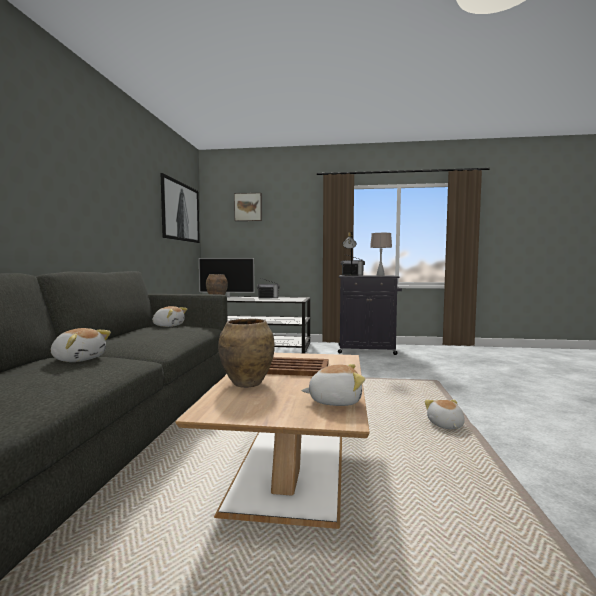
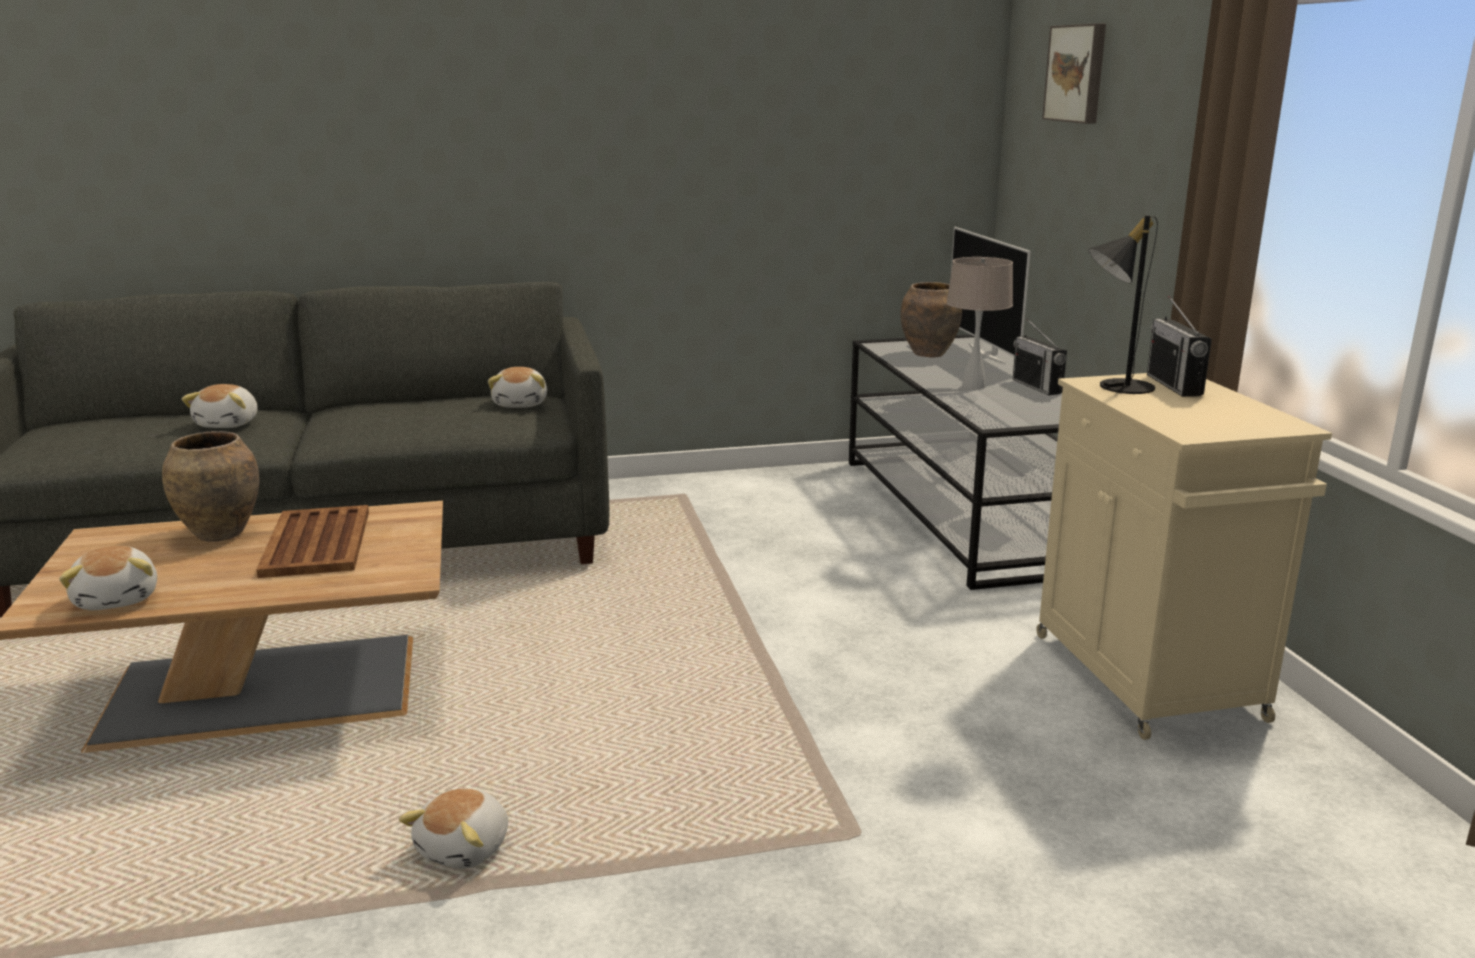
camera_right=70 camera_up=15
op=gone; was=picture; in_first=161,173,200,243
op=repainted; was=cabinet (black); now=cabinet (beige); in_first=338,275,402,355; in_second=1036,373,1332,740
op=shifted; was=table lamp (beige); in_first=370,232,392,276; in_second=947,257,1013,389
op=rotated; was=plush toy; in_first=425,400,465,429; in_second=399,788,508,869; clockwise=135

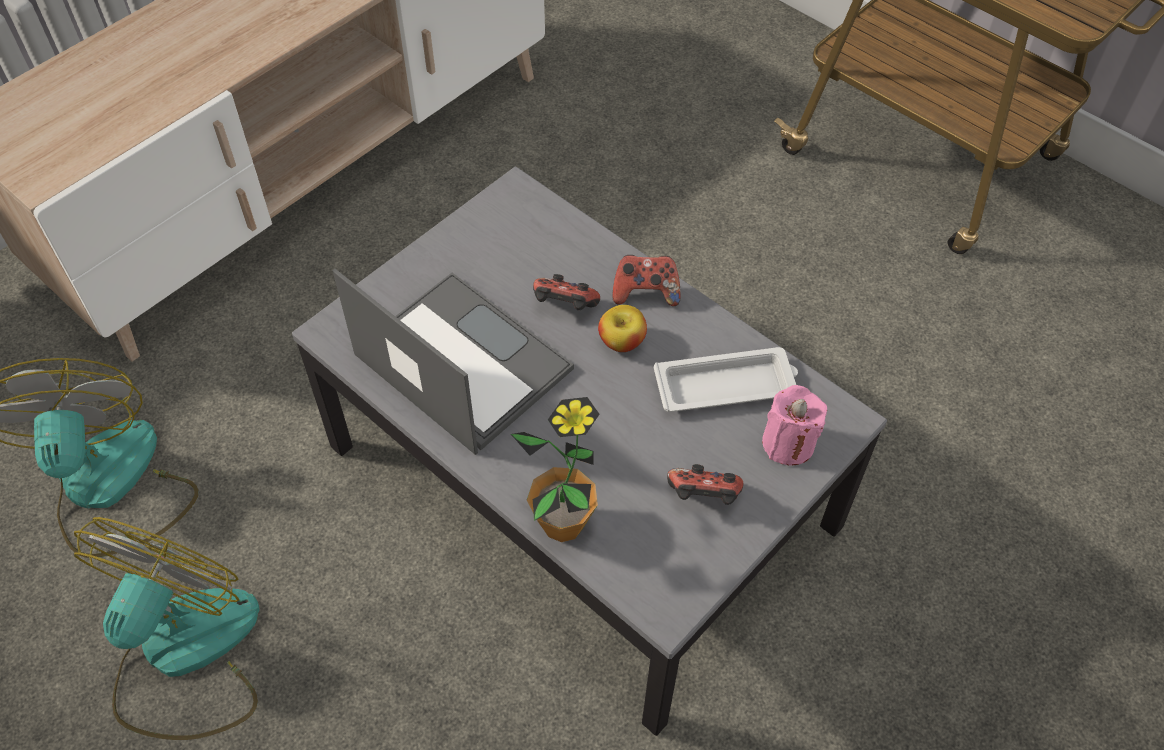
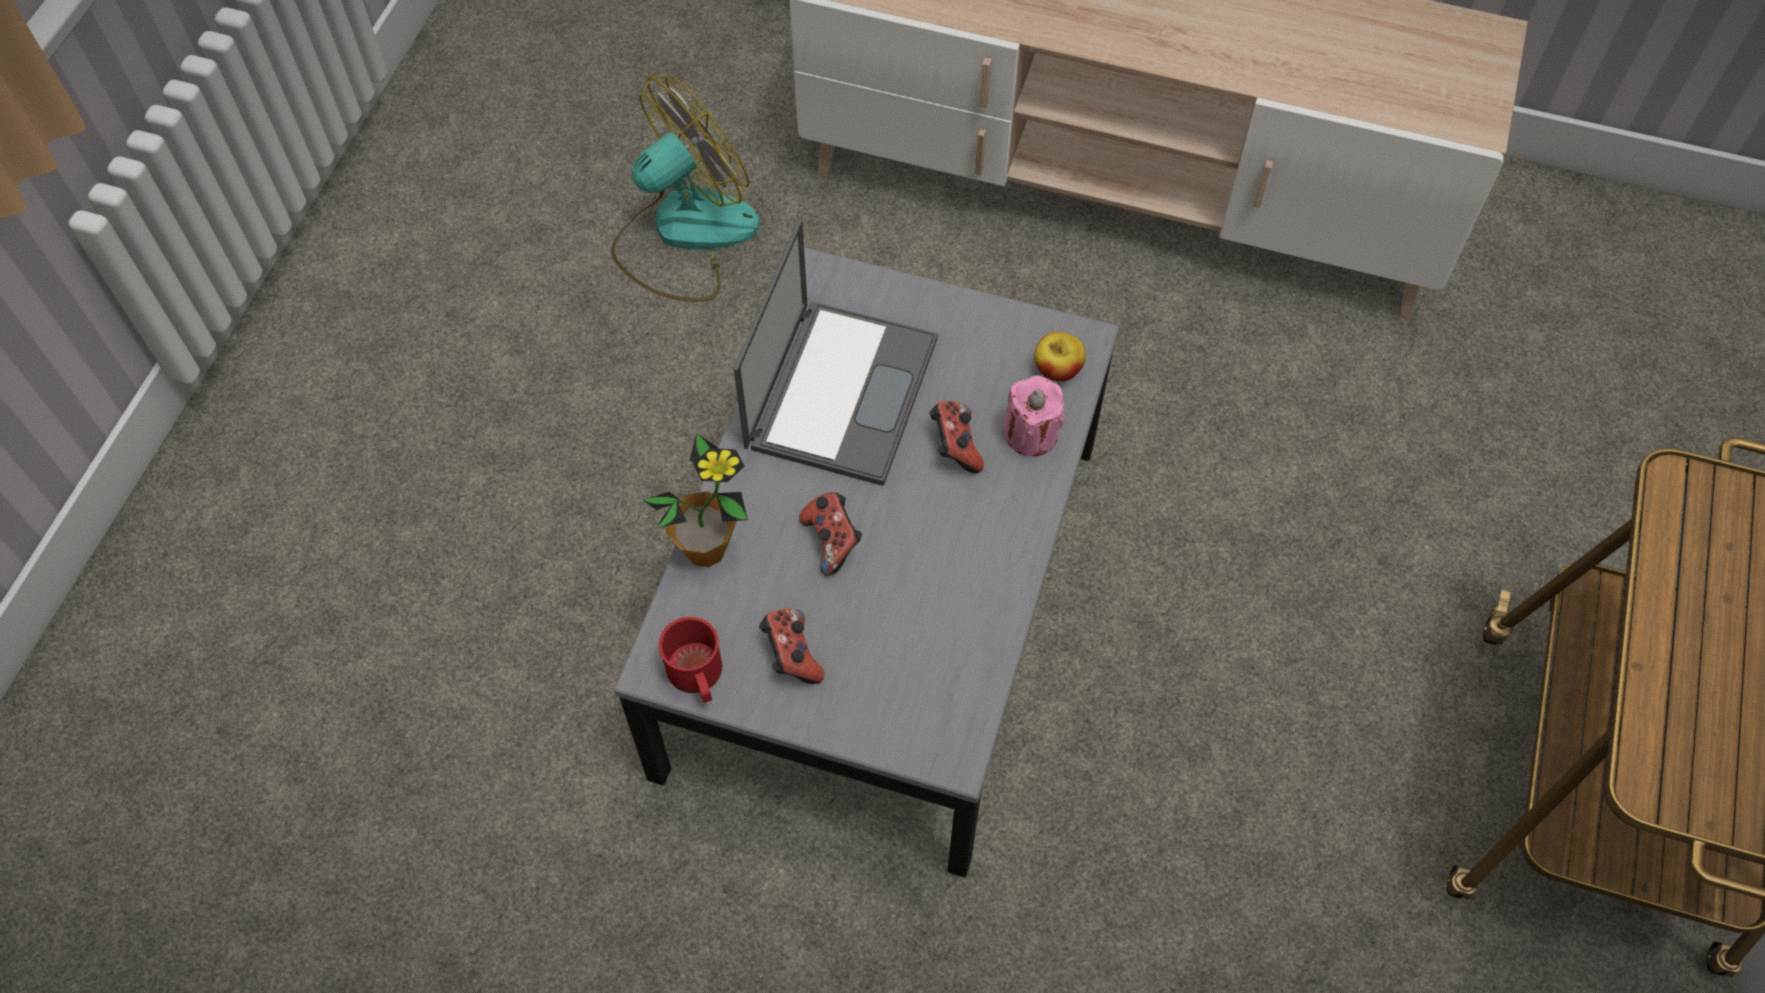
camera_right=65 camera_up=5
op=gone; was=fan; in_first=74,517,260,740
op=shifted; was=apple; in_first=598,305,647,352; in_second=1034,332,1086,381
op=shifted; was=game controller; in_first=613,255,680,306; in_second=799,492,862,576
op=gone; was=tray (white); in_first=654,347,798,412
op=shifted; was=candle (pink); in_first=762,385,827,465; in_second=1004,375,1065,456
op=new; now=mug (red); in_second=659,617,722,703

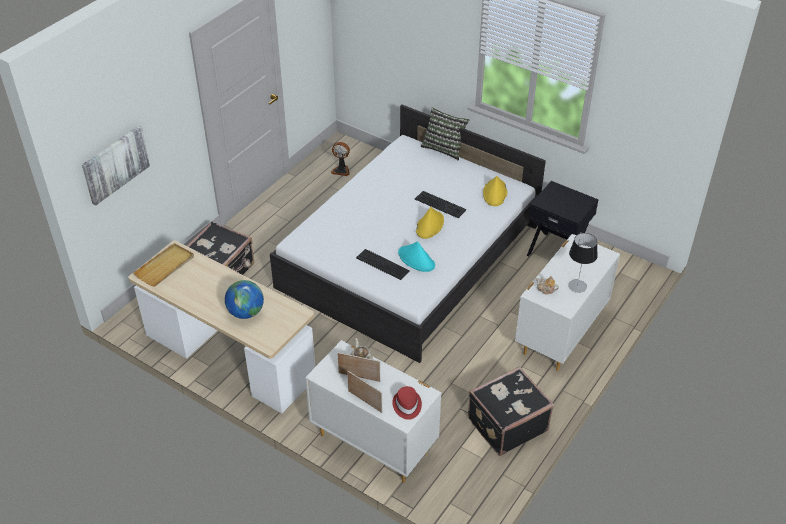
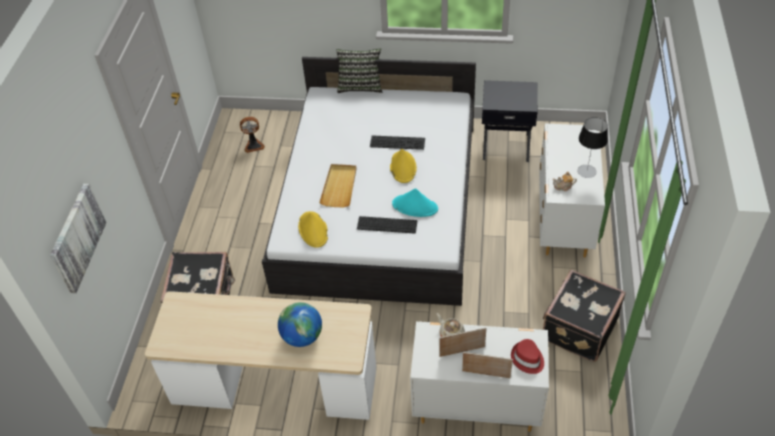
camera_right=-25 camera_up=5
op=shifted; was=tray (beige); in_first=133,243,194,287; in_second=319,164,357,207
op=shifted; was=hat (yellow); in_first=483,176,507,206; in_second=298,211,328,248

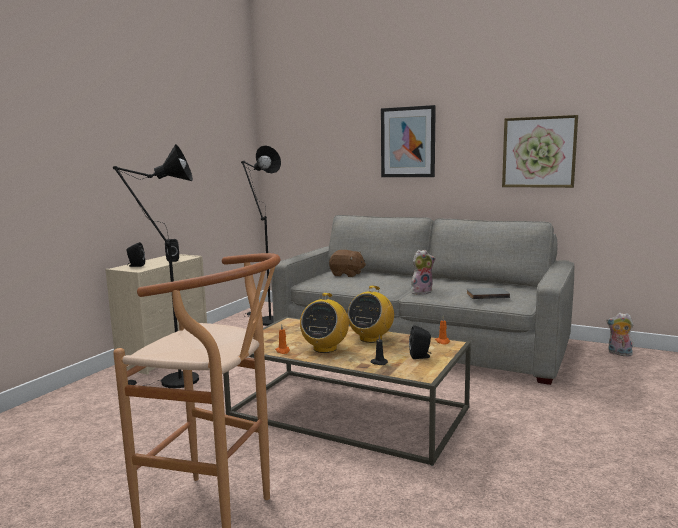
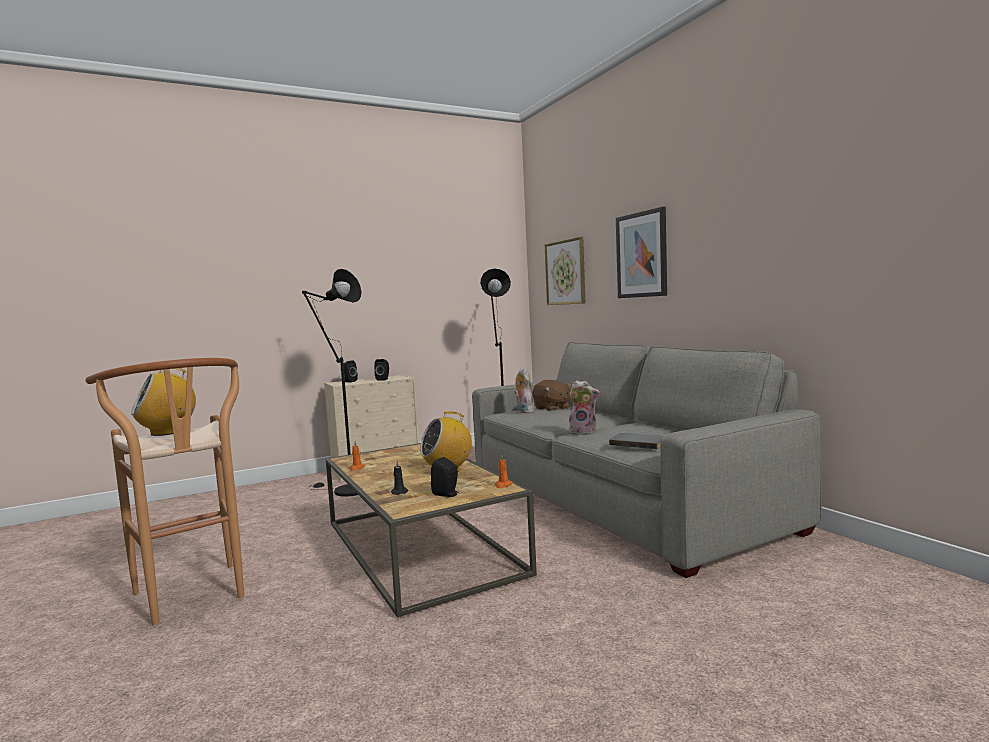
camera_right=35 camera_up=-5
op=shifted; was=radio; in_first=300,293,349,353; in_second=131,368,196,436
op=shifted; was=picture; in_first=502,115,578,188; in_second=545,237,585,305
op=shifted; was=plush toy; in_first=606,313,634,356; in_second=514,368,535,413

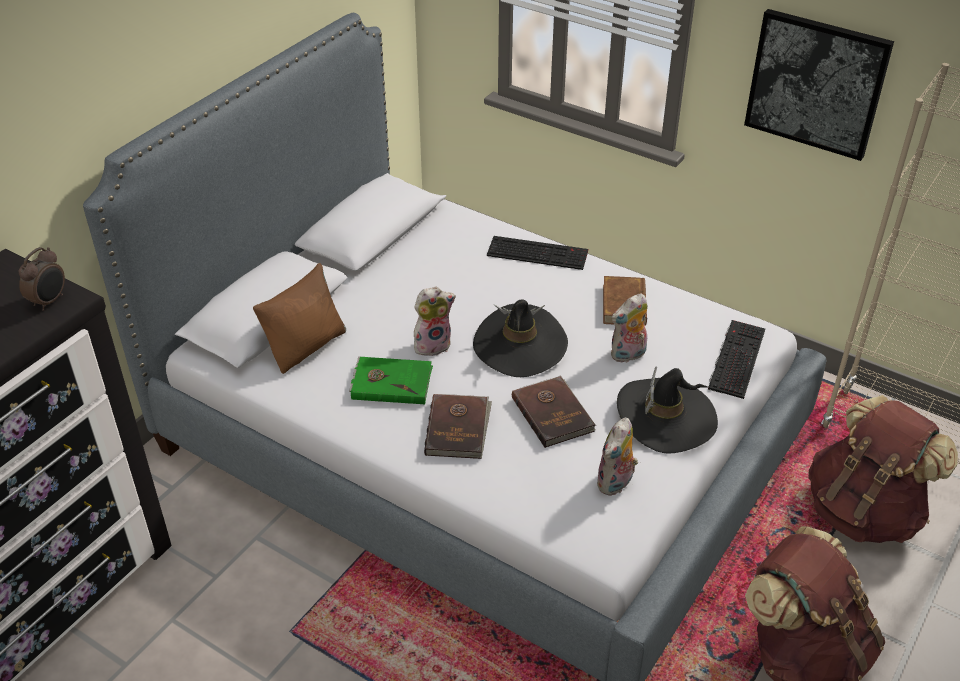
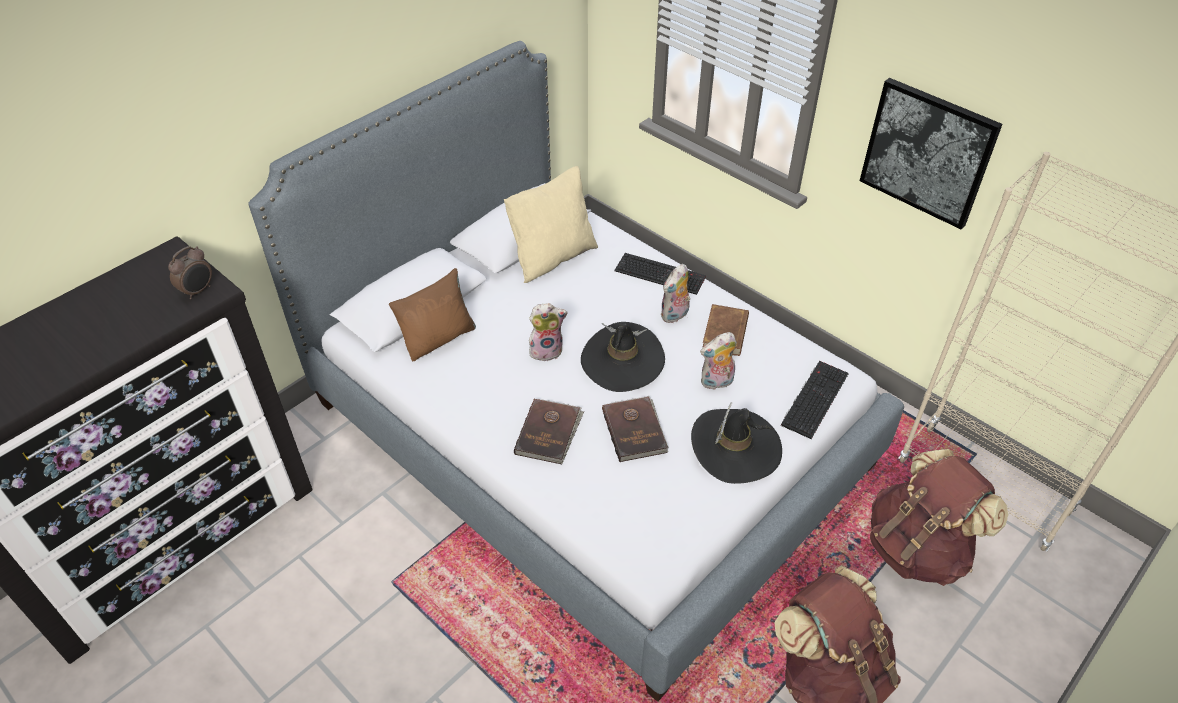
camera_right=10 camera_up=5
op=gone; was=book (green); in_first=349,356,433,404
op=shifted; was=plush toy; in_first=597,418,638,496; in_second=660,264,690,323
op=new; now=pillow (beige); in_second=504,166,598,283

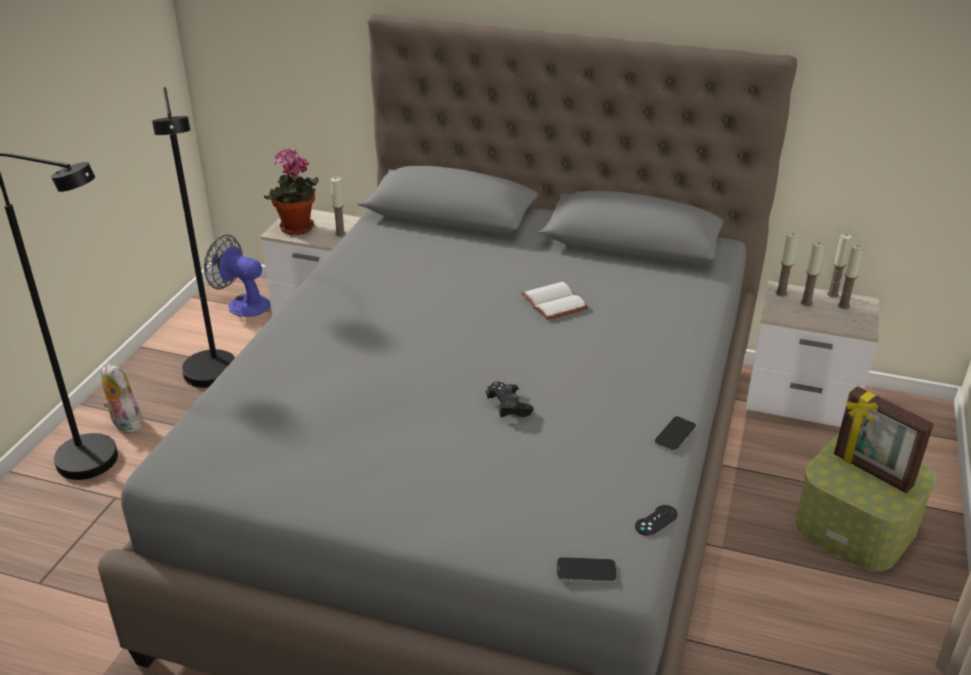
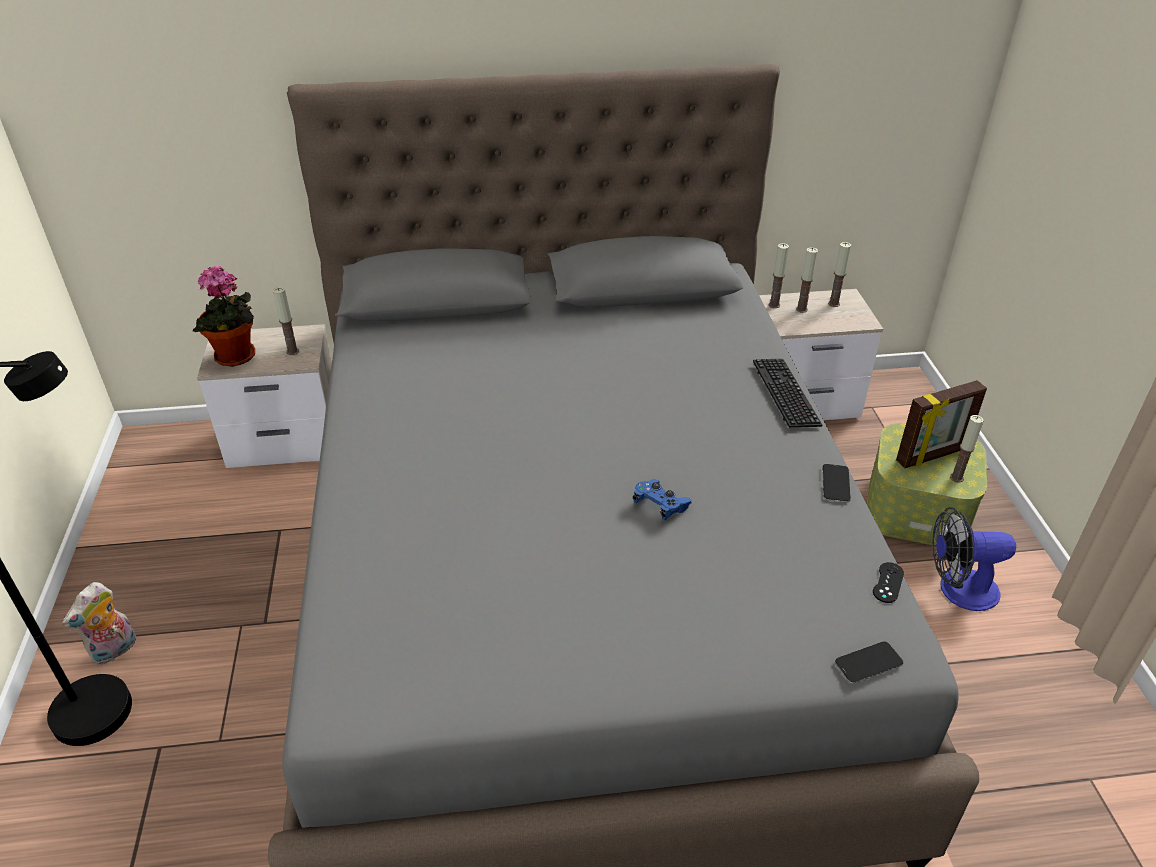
camera_right=-25 camera_up=5
op=rotated; was=plush toy; in_first=101,363,143,433; in_second=62,582,136,665; clockwise=-75
op=gone; was=floor lamp (black); in_first=152,87,235,388
op=shifted; was=fan; in_first=204,235,270,317; in_second=932,507,1016,611
op=repainted; was=game controller (black); now=game controller (blue); in_first=485,382,534,417; in_second=633,479,692,521
op=gone; was=book (white); in_first=521,282,588,320
op=shifted; was=candle; in_first=827,234,852,298; in_second=950,415,984,482
op=rotated; was=picture frame; in_first=834,386,934,493; in_second=896,380,987,468; clockwise=-45
op=new; now=keyboard; in_second=753,359,822,428

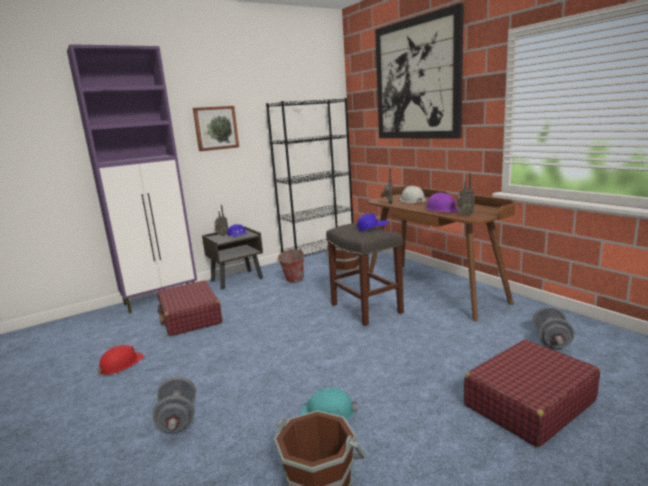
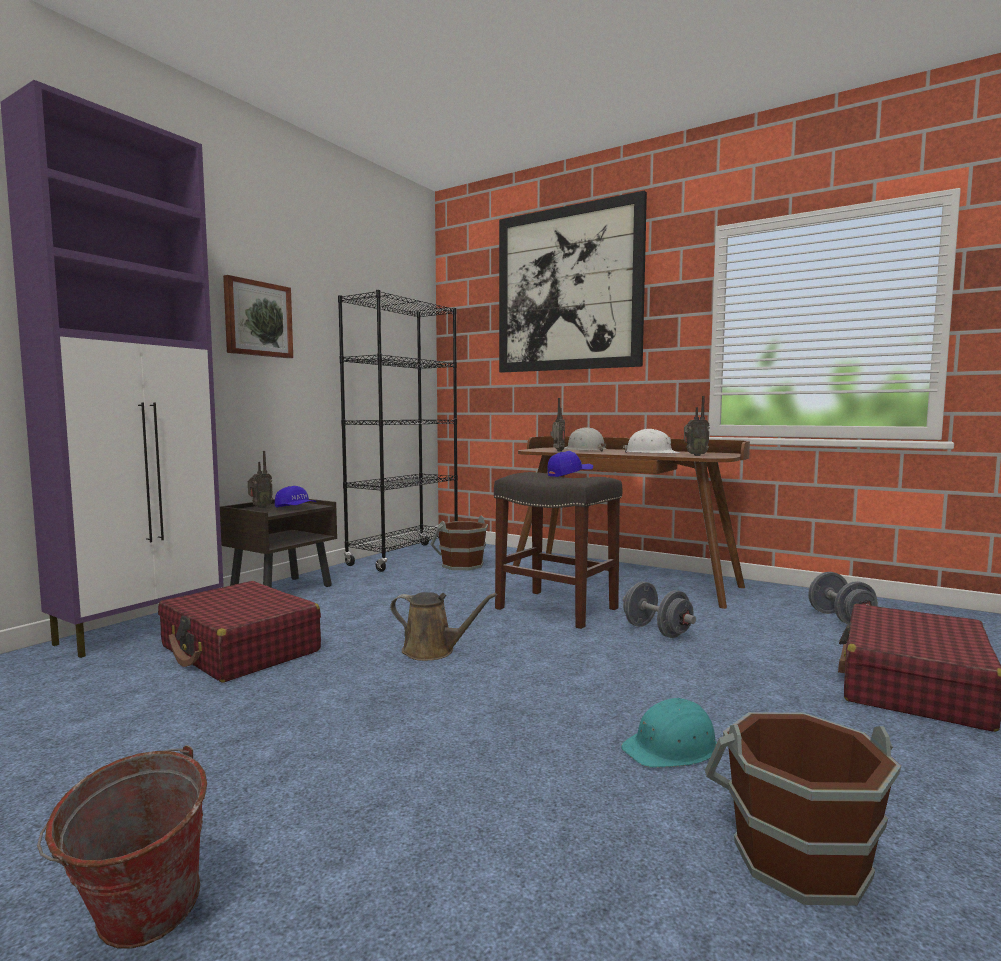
camera_right=-25 camera_up=-10
op=gone; was=hard hat (red); in_first=97,345,144,375
op=shifted; was=dumbbell (grey); in_first=152,377,196,433; in_second=623,582,696,638
op=shifted; was=bucket; in_first=277,248,304,283; in_second=37,745,207,949
op=repainted; was=hard hat (purple); now=hard hat (white); in_first=426,192,459,213; in_second=623,429,681,453
op=new; now=watering can (brown); in_second=390,592,497,661

